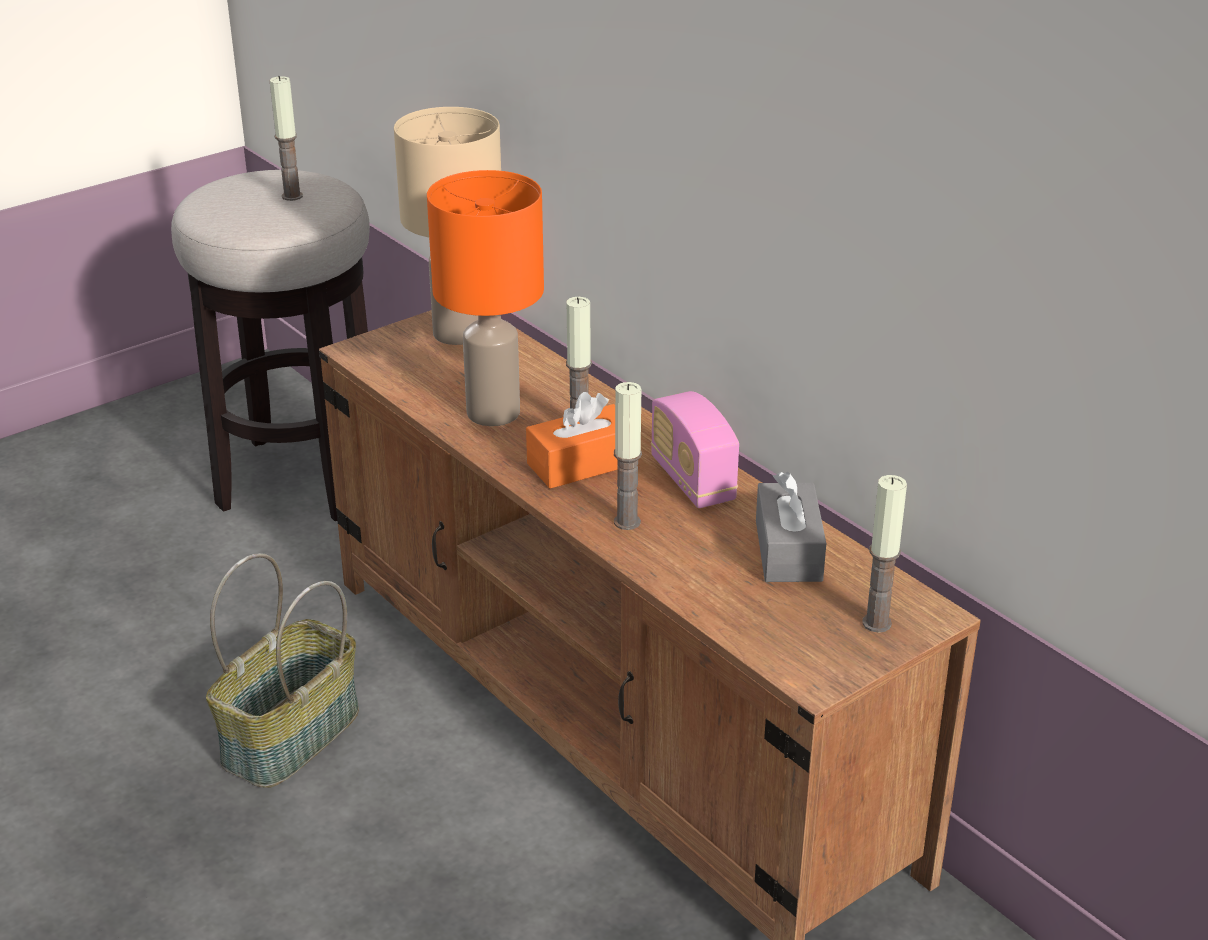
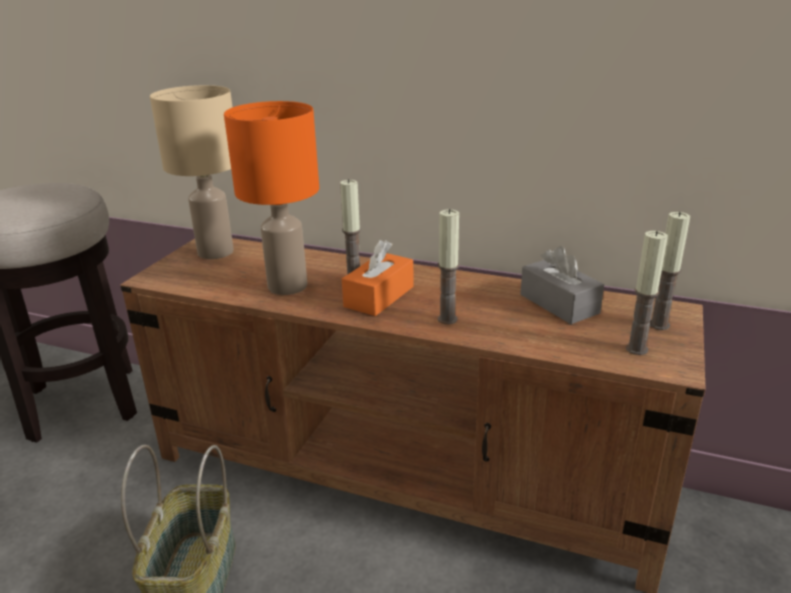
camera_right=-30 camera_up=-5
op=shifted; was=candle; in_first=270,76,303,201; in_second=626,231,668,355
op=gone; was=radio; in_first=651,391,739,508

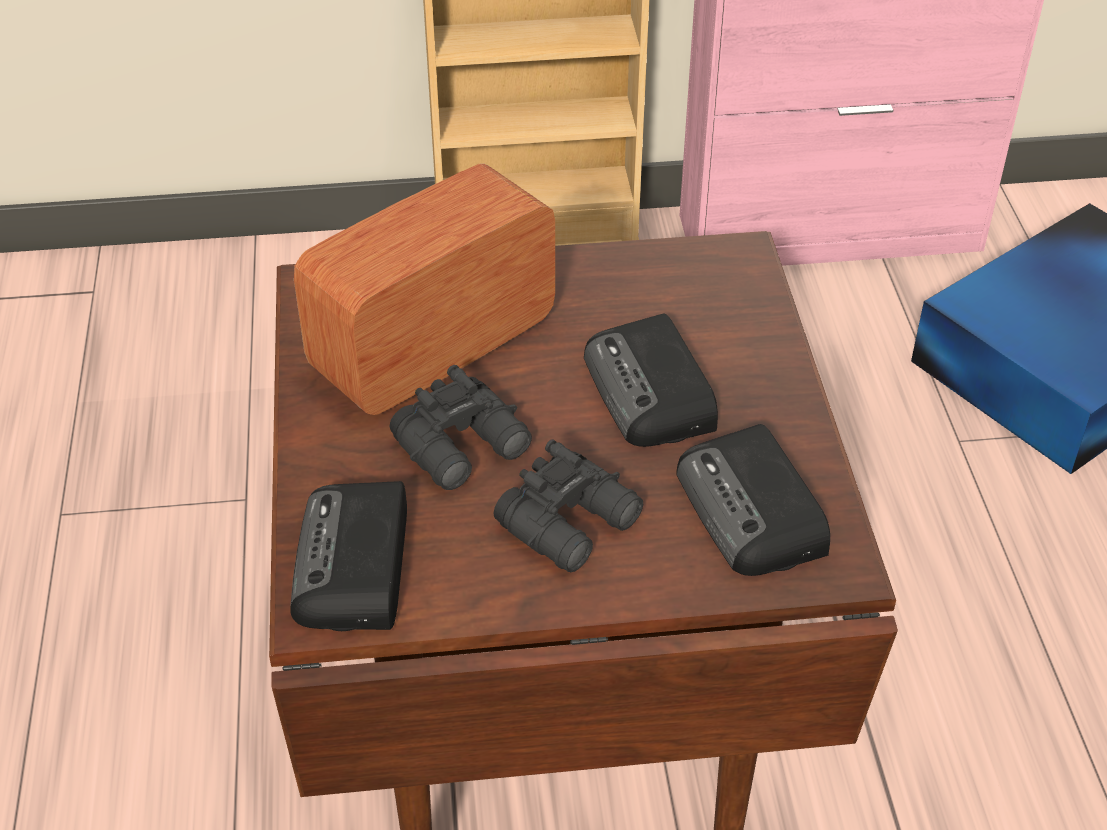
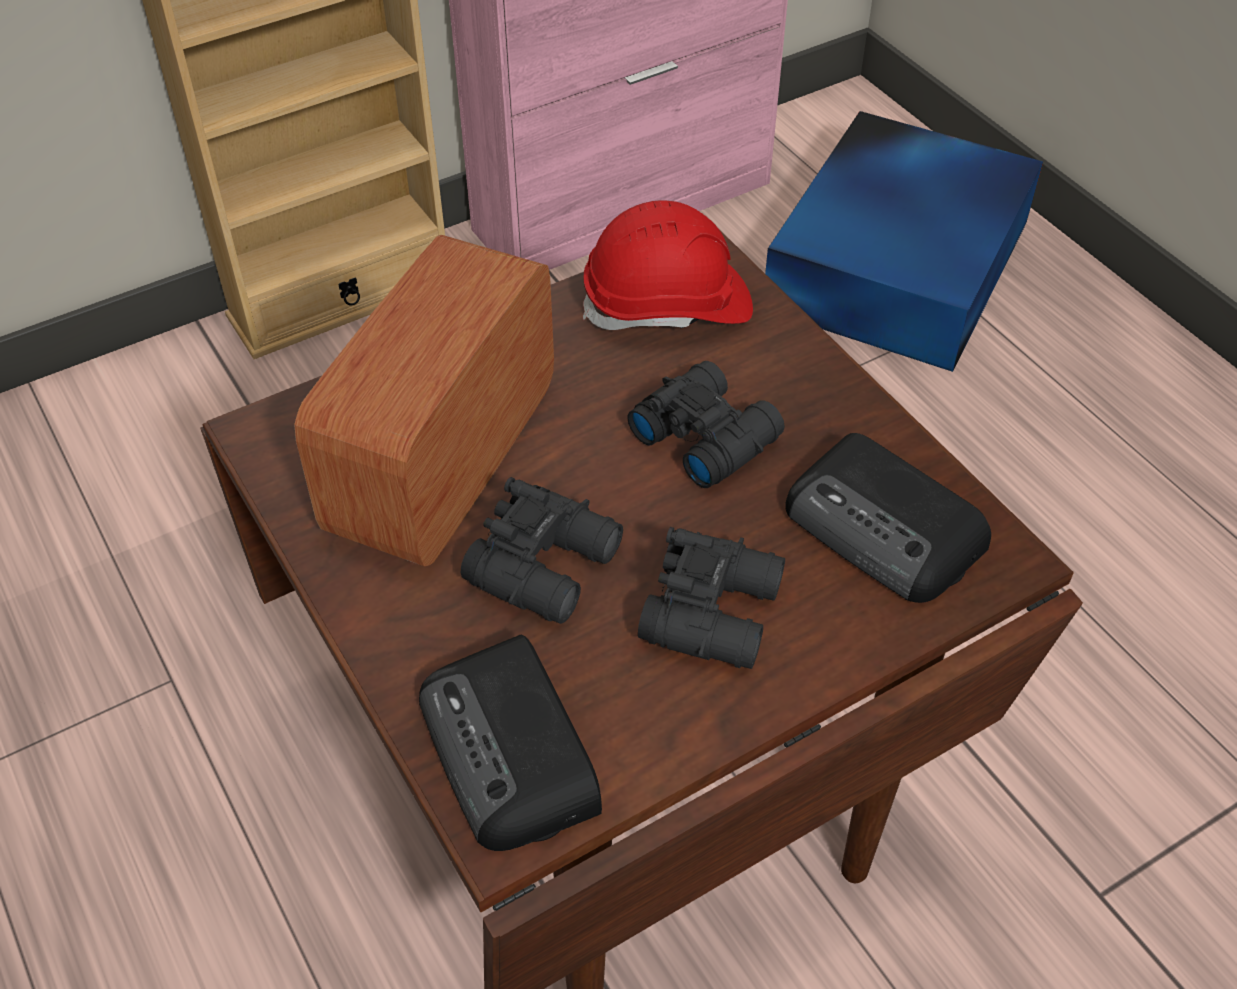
camera_right=-25 camera_up=5
op=swapped; was=radio; now=binoculars (black); in_first=584,313,718,447; in_second=627,361,785,488
op=new; now=hard hat (red); in_second=583,200,753,330

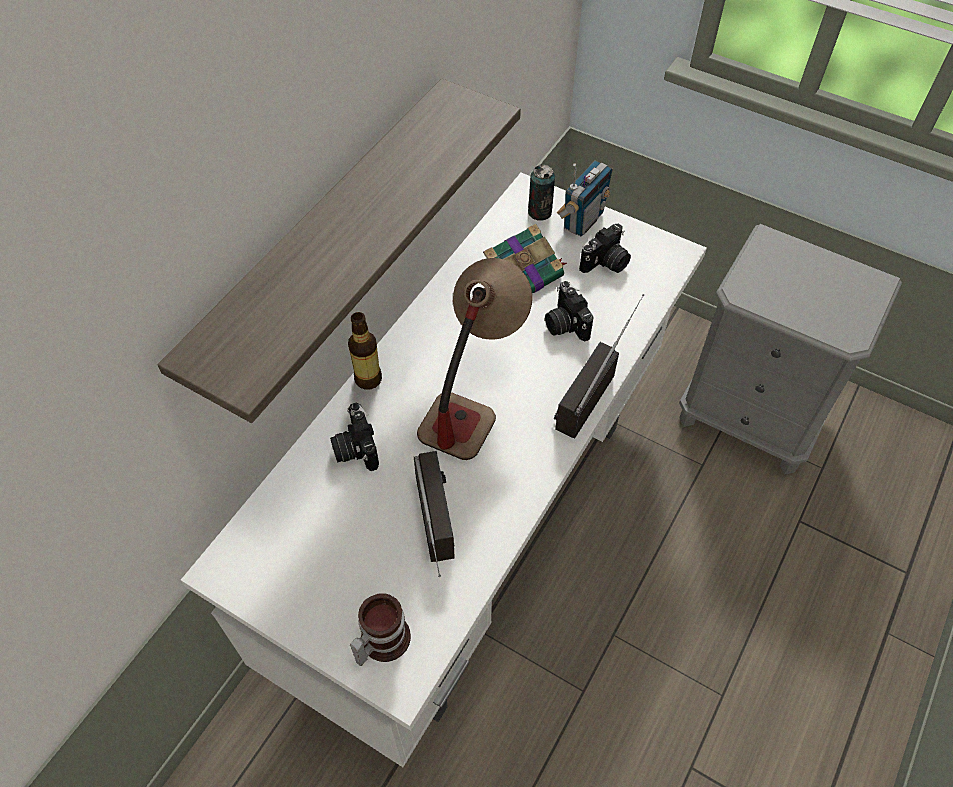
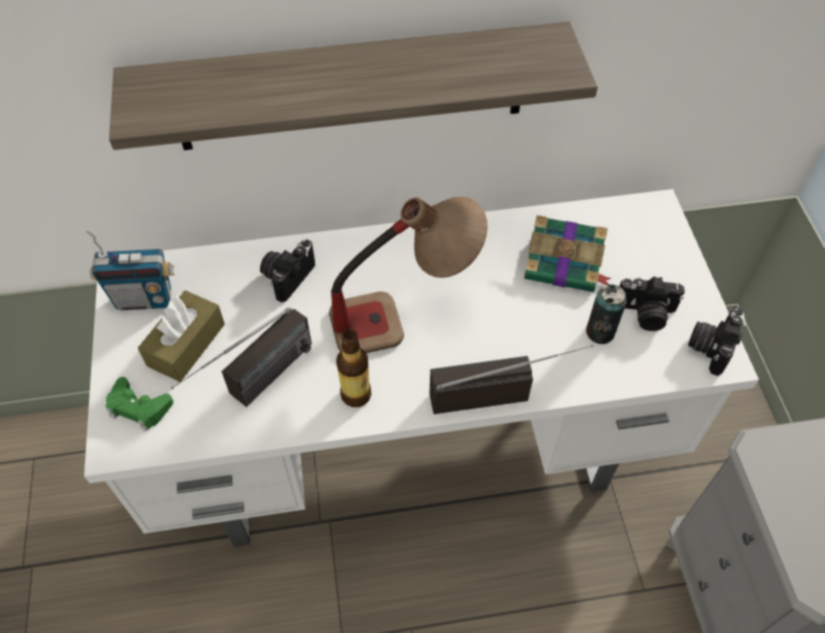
camera_right=50 camera_up=0
op=shifted; was=bottle; in_first=348,312,382,390; in_second=336,329,371,407
op=swapped; was=mug; now=game controller (green); in_first=350,593,411,666; in_second=106,377,173,431
op=shifted; was=can; in_first=528,164,555,221; in_second=586,284,627,344
op=shifted; was=photo camera; in_first=545,281,594,342; in_second=688,307,746,376
op=shifted; was=radio; in_first=557,160,613,236; in_second=85,230,175,311
op=new; now=tissue box (brown); in_second=138,290,225,382

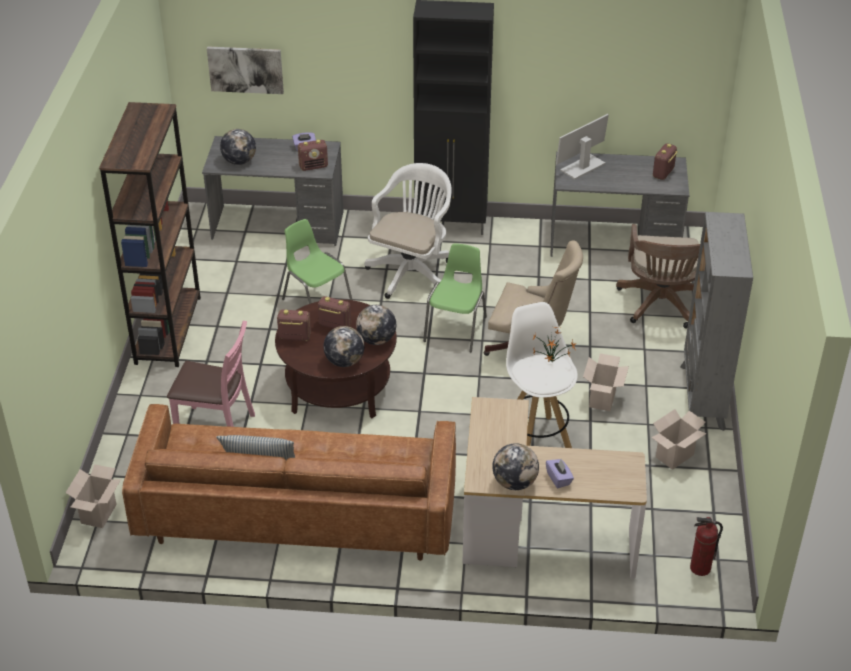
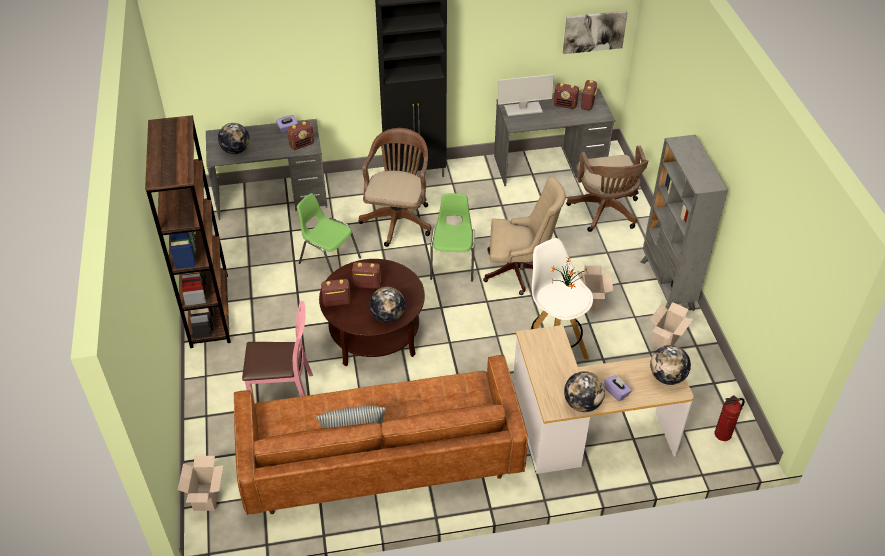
camera_right=-15 camera_up=5
op=shifted; was=picture; in_first=207,46,284,94; in_second=563,11,628,54
op=shifted; was=globe; in_first=356,305,396,345; in_second=650,345,691,385
op=repainted; was=office chair (white); now=office chair (brown); in_first=364,163,452,299; in_second=358,128,432,247
op=rotated; was=monitor; in_first=556,114,609,179; in_second=498,74,554,116; clockwise=-135
op=new; now=radio; in_second=553,83,579,109

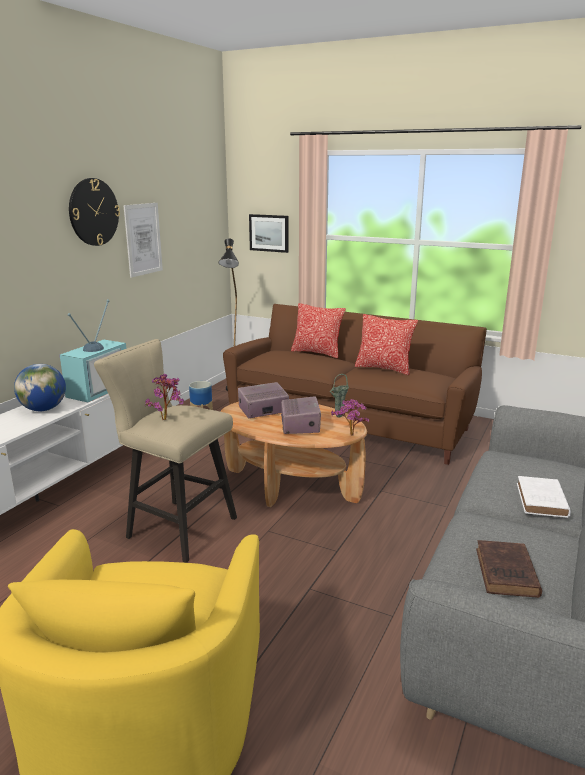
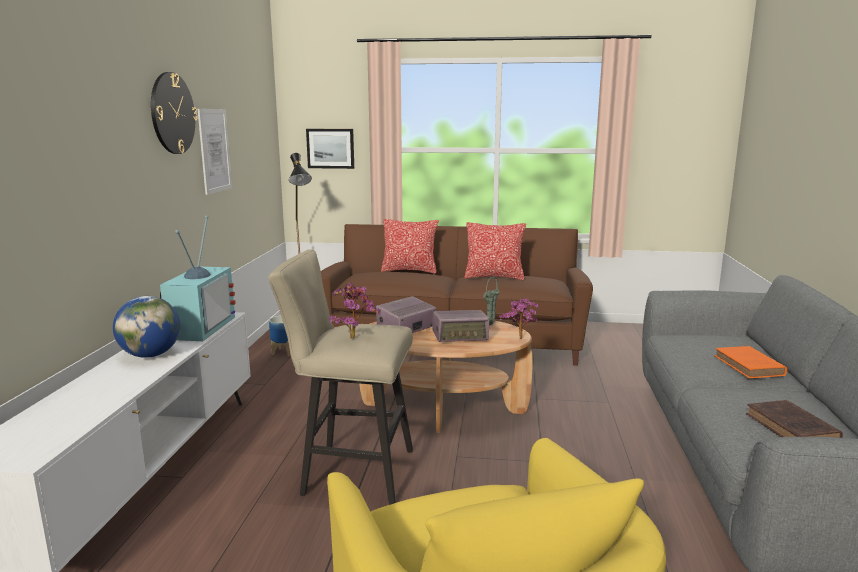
camera_right=-20 camera_up=-5
op=rotated; was=radio; in_first=281,396,321,434; in_second=432,310,490,342; clockwise=105
op=repainted; was=book (white); now=book (orange); in_first=517,476,571,518; in_second=715,346,787,378

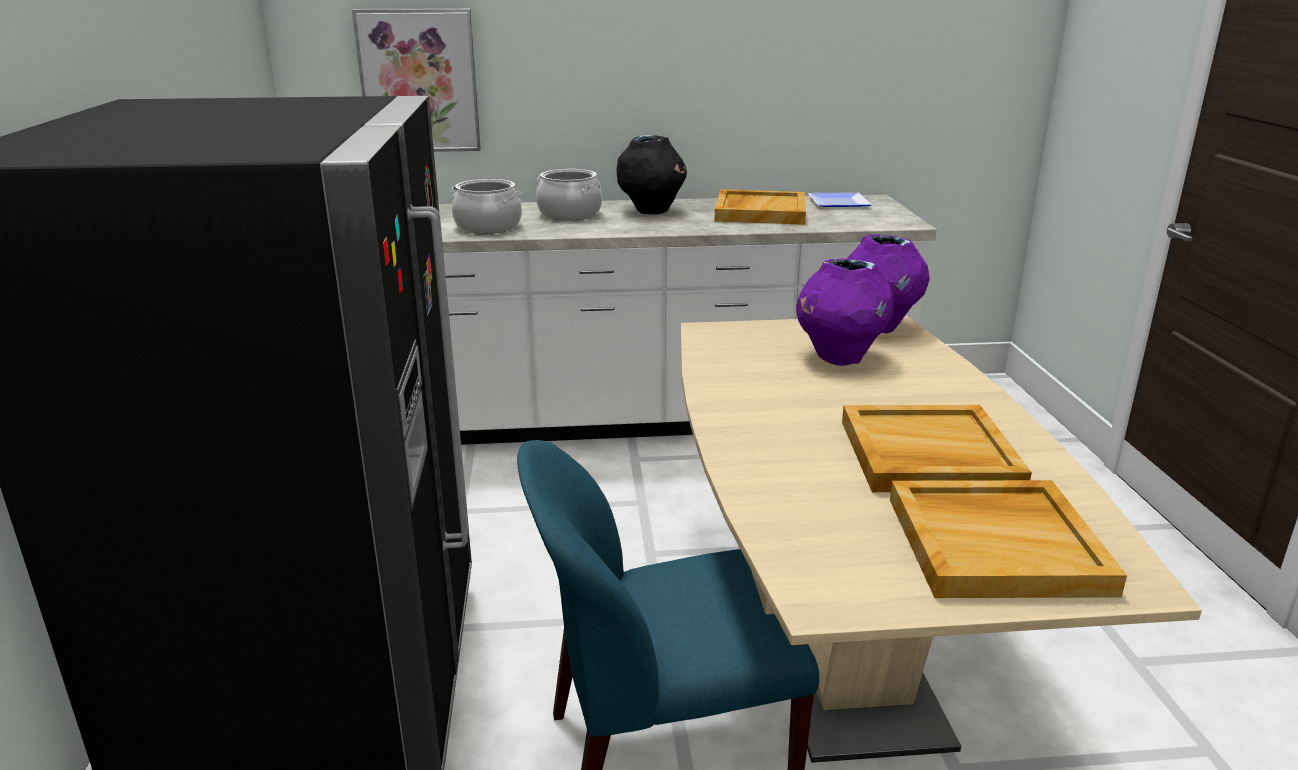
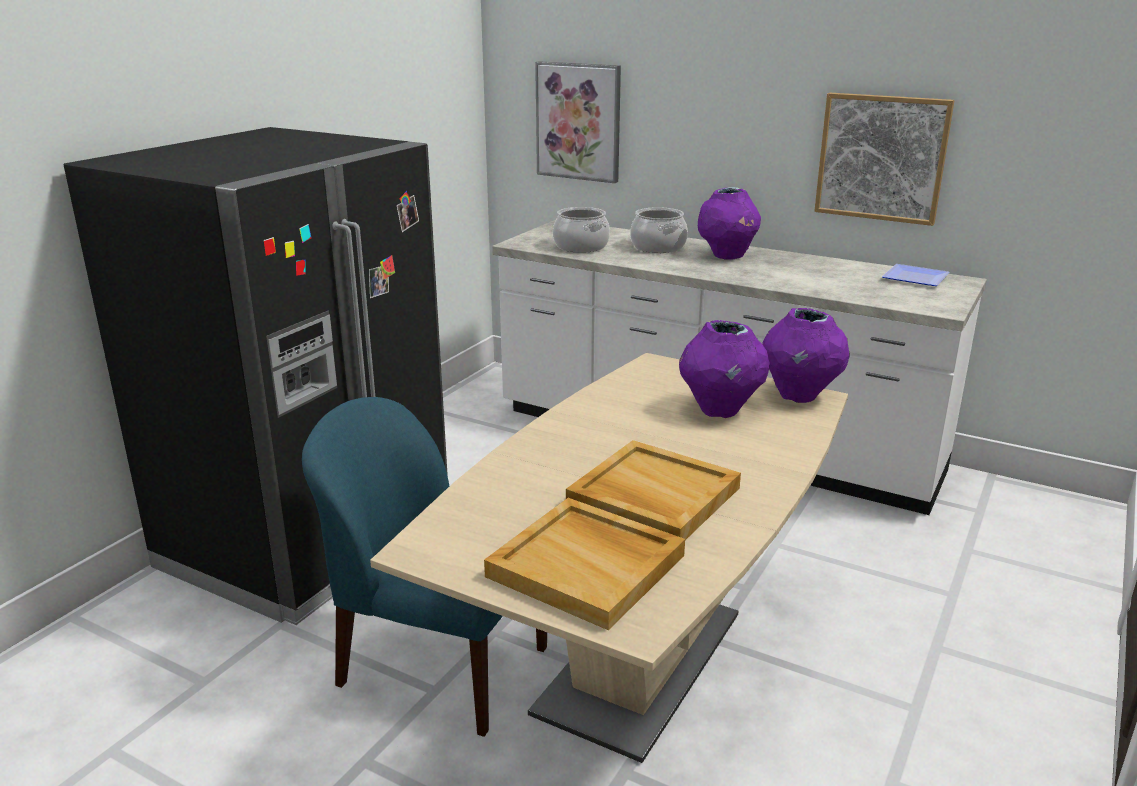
camera_right=35 camera_up=0
op=repainted; was=vase (black); now=vase (purple); in_first=616,135,687,215; in_second=698,187,761,260
op=gone; was=tray (beige); in_first=714,189,806,225
op=new; now=picture; in_second=814,93,955,226

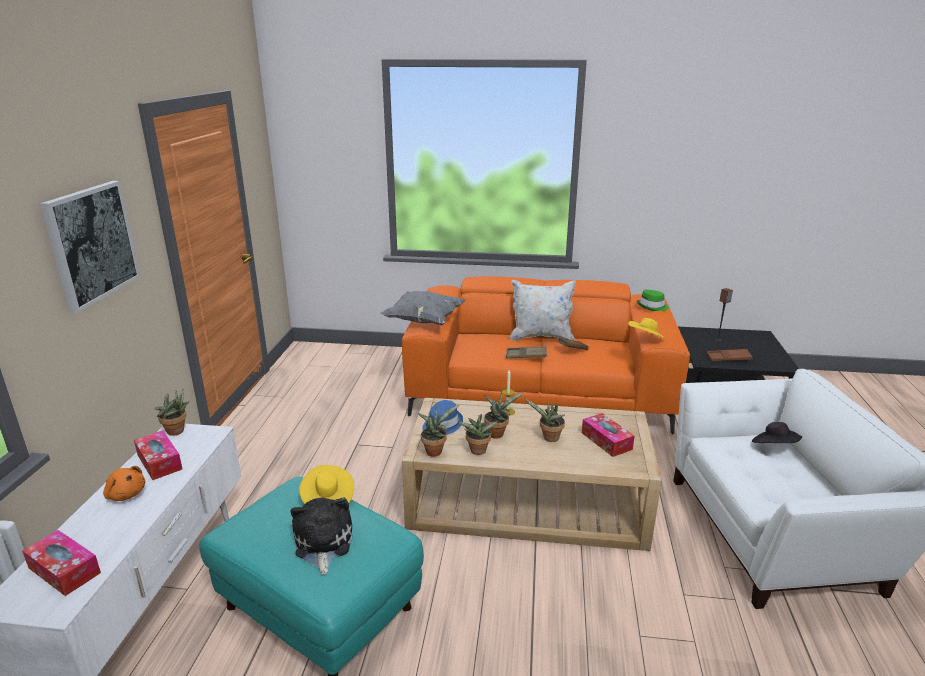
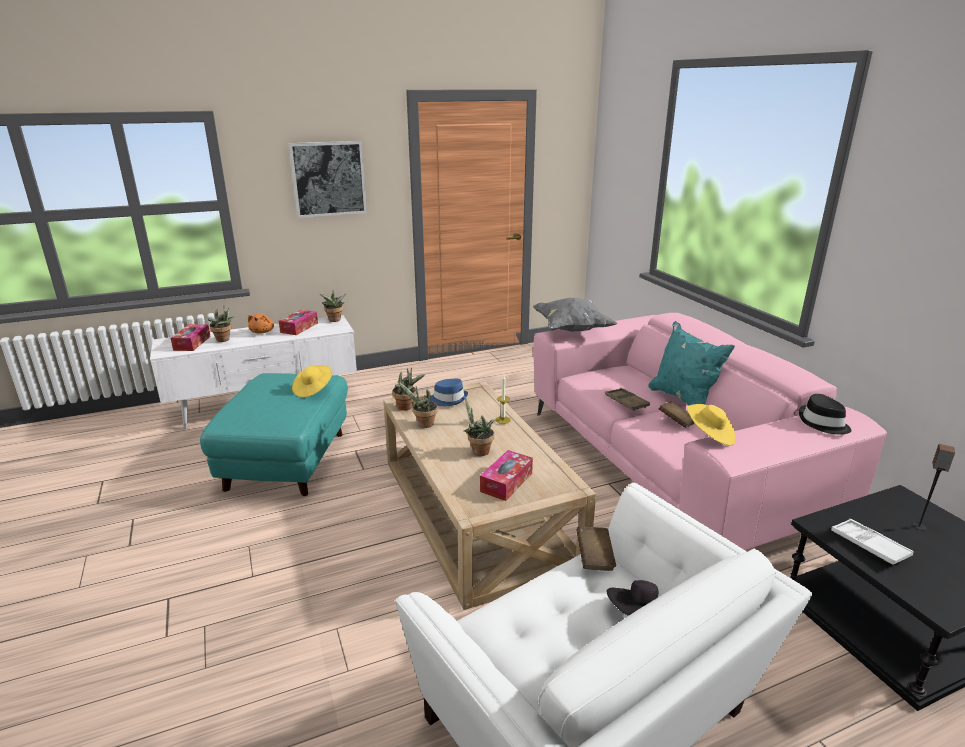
camera_right=60 camera_up=0
op=gone; was=plush toy; in_first=291,497,353,575
op=repainted; was=sofa (orange); now=sofa (pink); in_first=402,276,690,434; in_second=533,313,887,550
op=shifted; was=potted plant; in_first=484,391,525,439; in_second=208,307,234,342
op=repainted; was=pillow (white); now=pillow (turquoise); in_first=510,280,576,341; in_second=648,321,735,405
op=repainted; was=hat (green); now=hat (black); in_first=637,289,669,311; in_second=799,394,851,434
op=repainted; was=tray (brown); now=tray (white); in_first=707,349,753,361; in_second=831,519,914,565
op=new; now=book (brown); in_second=576,526,616,571

